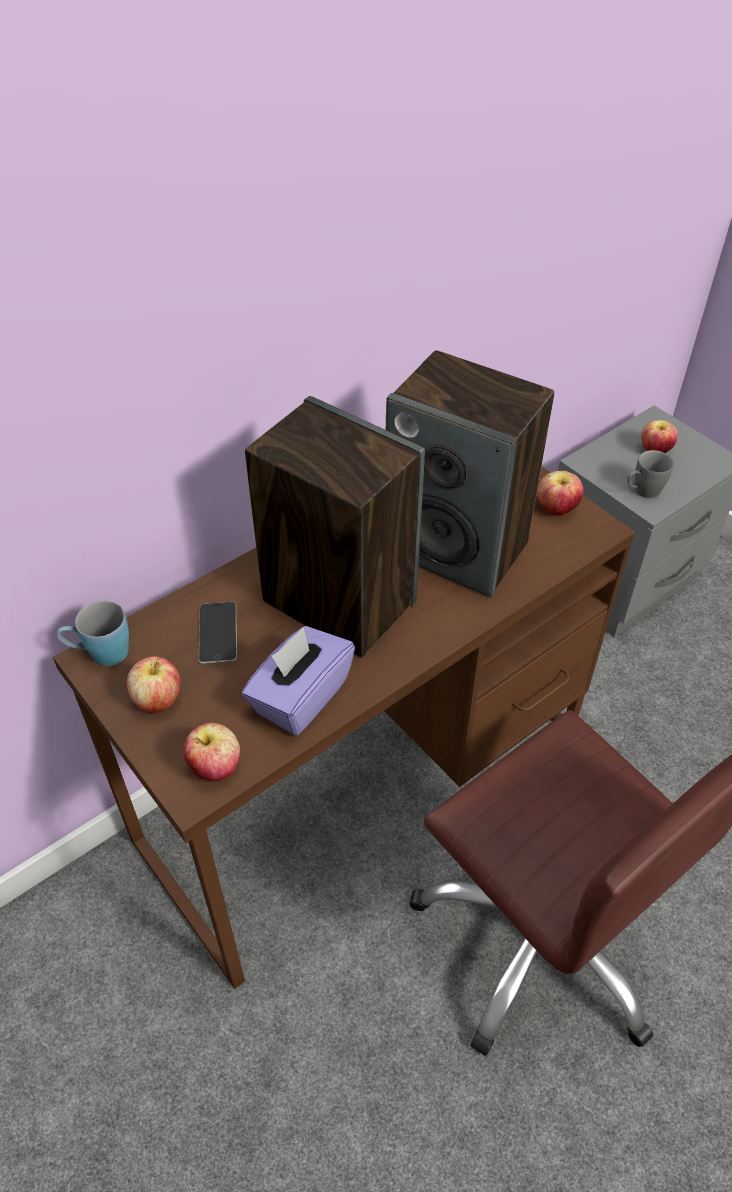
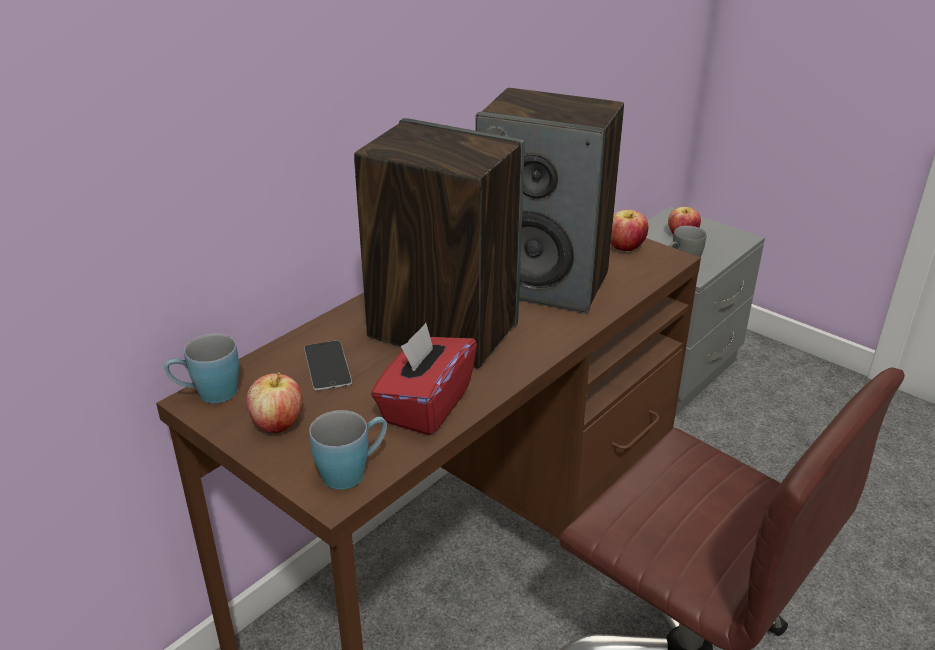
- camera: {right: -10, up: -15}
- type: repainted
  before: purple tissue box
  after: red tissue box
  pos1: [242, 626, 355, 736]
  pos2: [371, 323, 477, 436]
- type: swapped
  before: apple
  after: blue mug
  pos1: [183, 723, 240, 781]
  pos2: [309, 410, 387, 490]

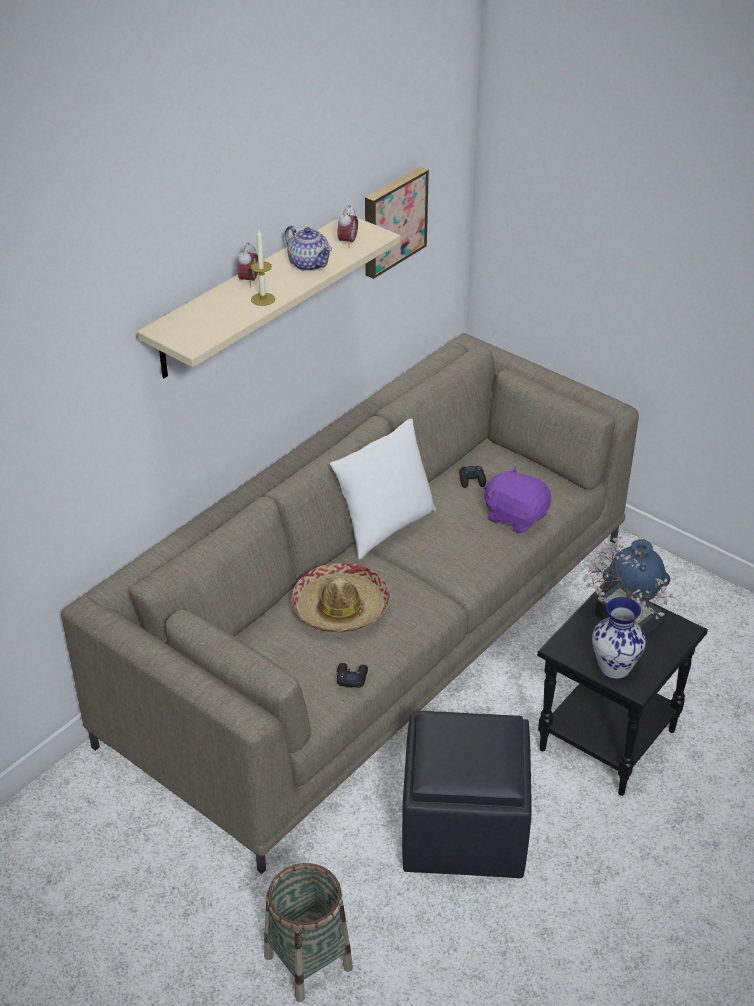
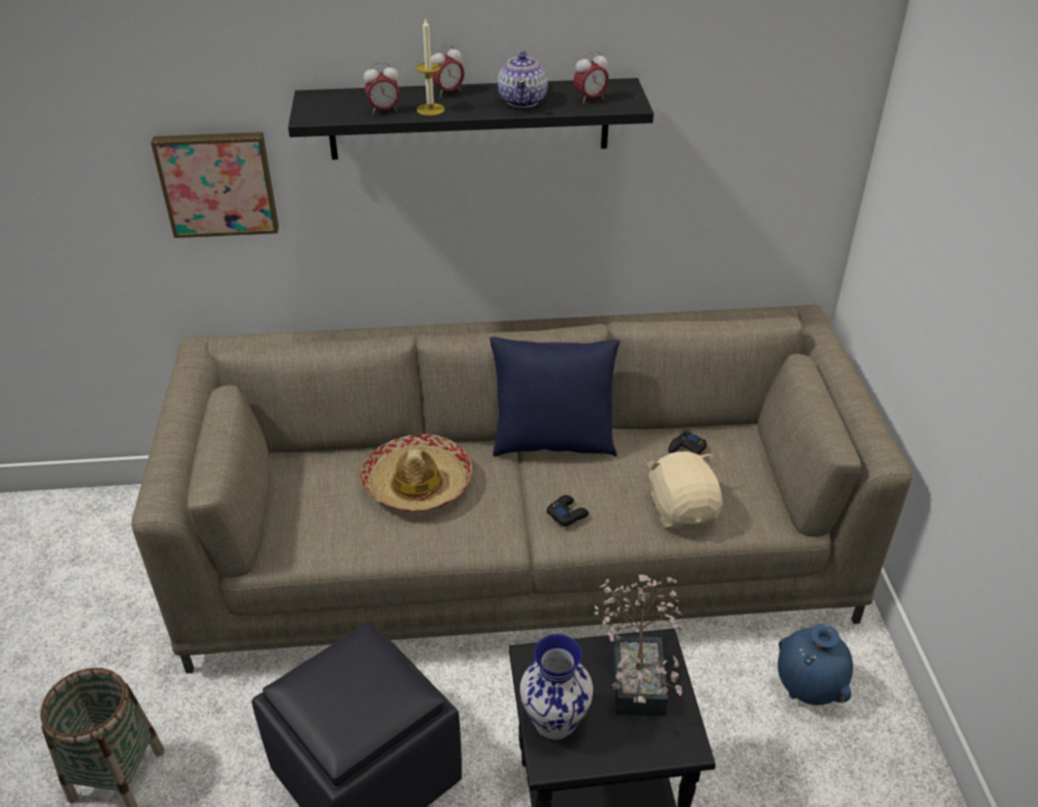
- camera: {right: 45, up: 0}
- type: shifted
  before: picture
  pos1: [365, 167, 429, 279]
  pos2: [151, 132, 279, 238]
- type: repainted
  before: beige shelf
  after: black shelf
  pos1: [137, 214, 400, 378]
  pos2: [288, 78, 654, 160]
- type: repainted
  before: white pillow
  after: blue pillow
  pos1: [330, 419, 436, 560]
  pos2: [489, 337, 620, 456]
- type: repainted
  before: purple plush toy
  after: beige plush toy
  pos1: [484, 466, 551, 533]
  pos2: [647, 451, 722, 528]
- type: shifted
  before: black game controller
  pos1: [337, 663, 368, 688]
  pos2: [547, 495, 589, 526]
- type: new
  after: alarm clock
  pos2: [364, 62, 400, 114]

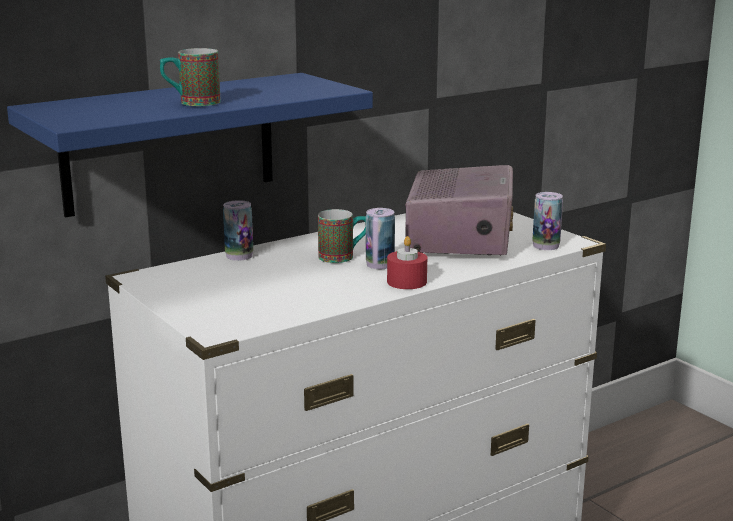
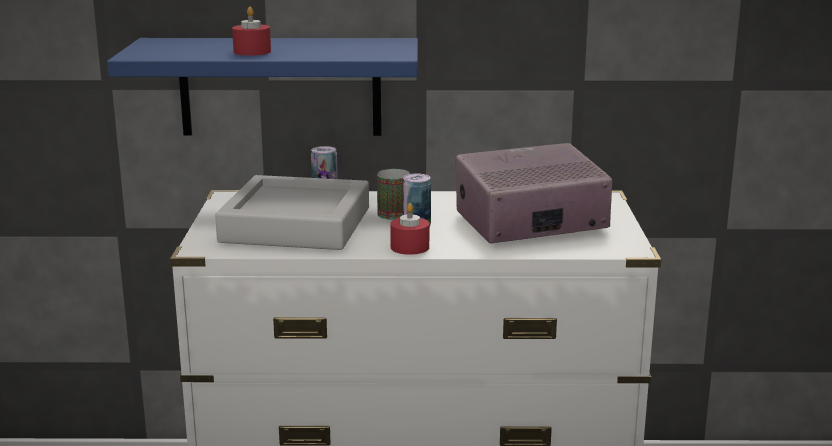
- camera: {right: 35, up: 0}
- type: swapped
  before: mug
  after: red candle
  pos1: [160, 48, 221, 106]
  pos2: [232, 7, 271, 56]
- type: rotated
  before: radio
  pos1: [405, 165, 513, 255]
  pos2: [456, 143, 612, 244]
  turn: -150
- type: gone
  before: can
  pos1: [533, 192, 563, 250]
- type: new
  after: grey tray
  pos2: [215, 175, 369, 250]

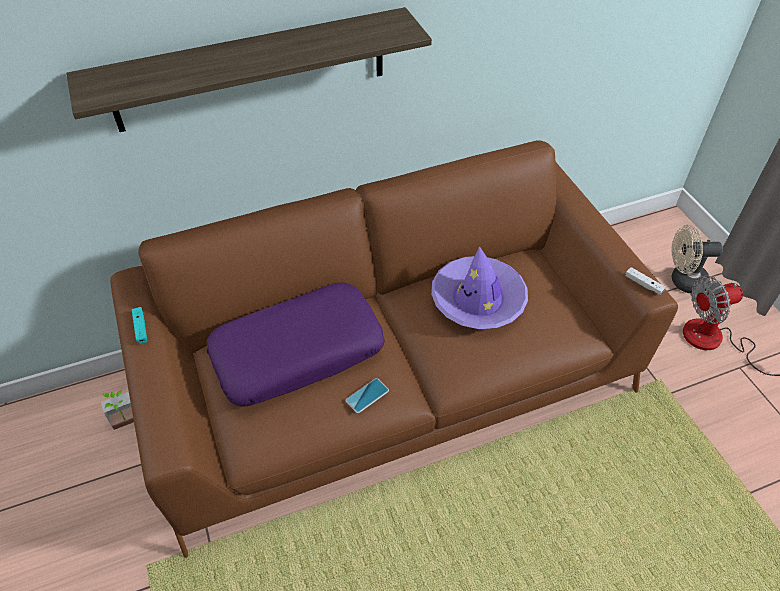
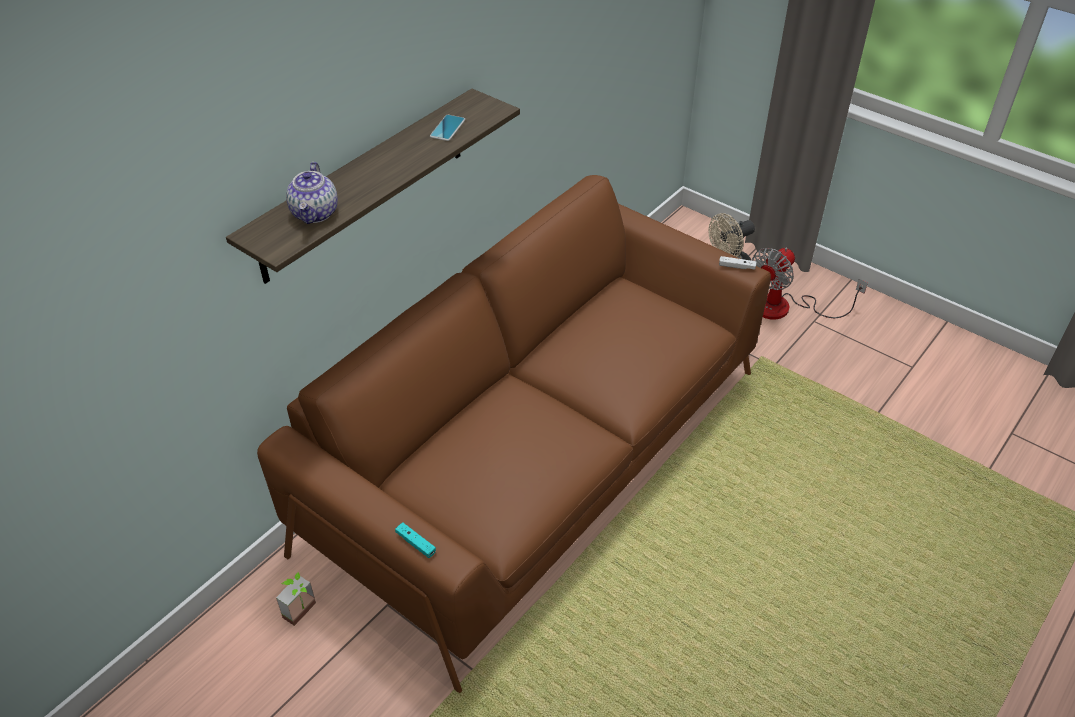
- camera: {right: -30, up: -5}
- type: gone
  before: purple hat
  pos1: [431, 246, 528, 329]
- type: gone
  before: purple pillow
  pos1: [207, 282, 385, 407]
- type: shifted
  before: turquoise game controller
  pos1: [132, 307, 147, 344]
  pos2: [395, 523, 436, 558]
- type: shifted
  before: phone
  pos1: [345, 378, 389, 413]
  pos2: [430, 115, 465, 141]
- type: new
  after: teapot
  pos2: [286, 162, 338, 224]

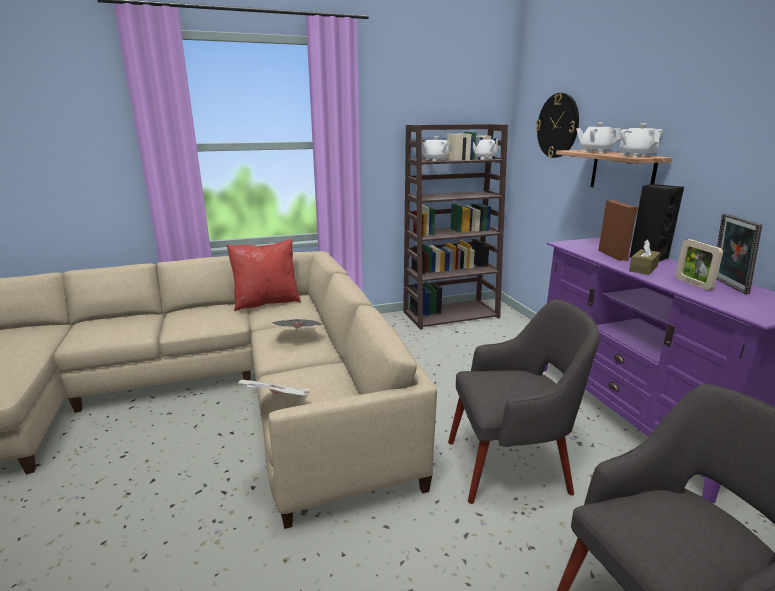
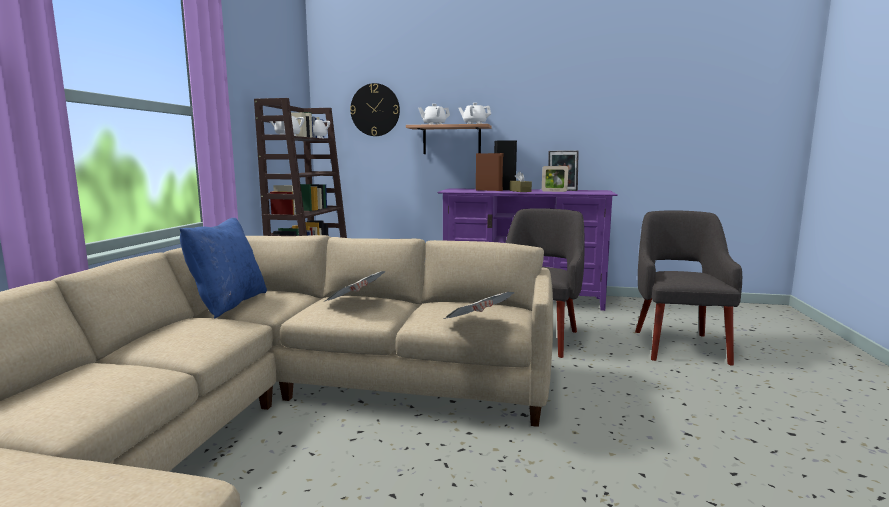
- camera: {right: -60, up: -10}
- type: repainted
  before: red pillow
  after: blue pillow
  pos1: [227, 239, 301, 311]
  pos2: [180, 218, 267, 319]

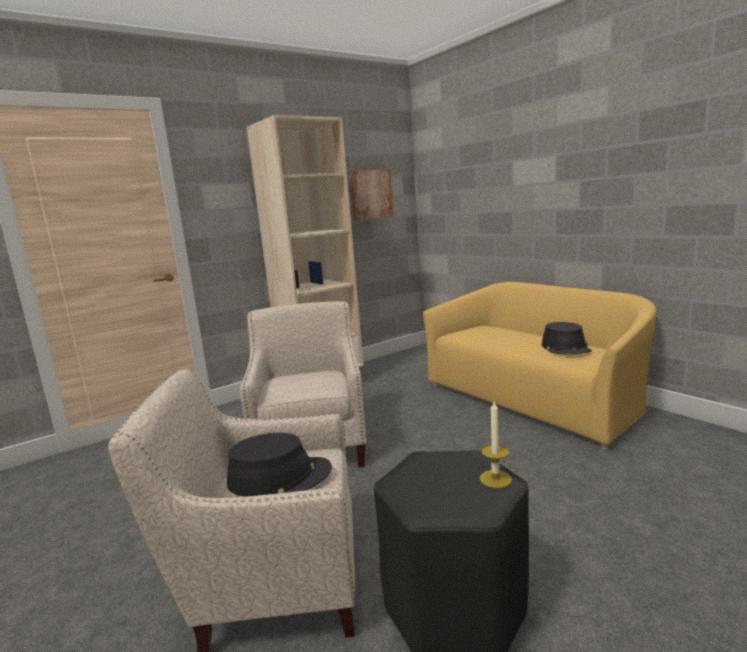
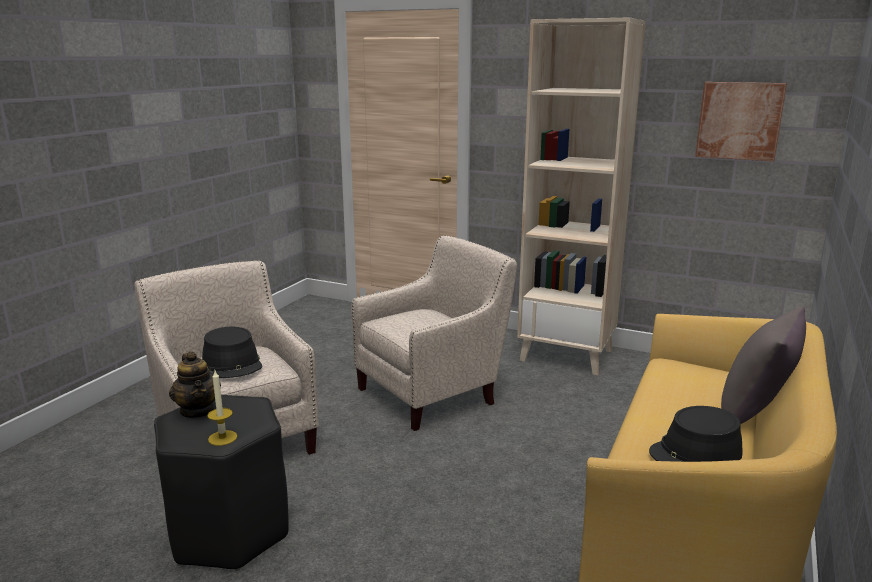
- camera: {right: 60, up: 5}
- type: new
  after: grey pillow
  pos2: [721, 306, 806, 424]
- type: new
  after: teapot
  pos2: [169, 351, 221, 418]

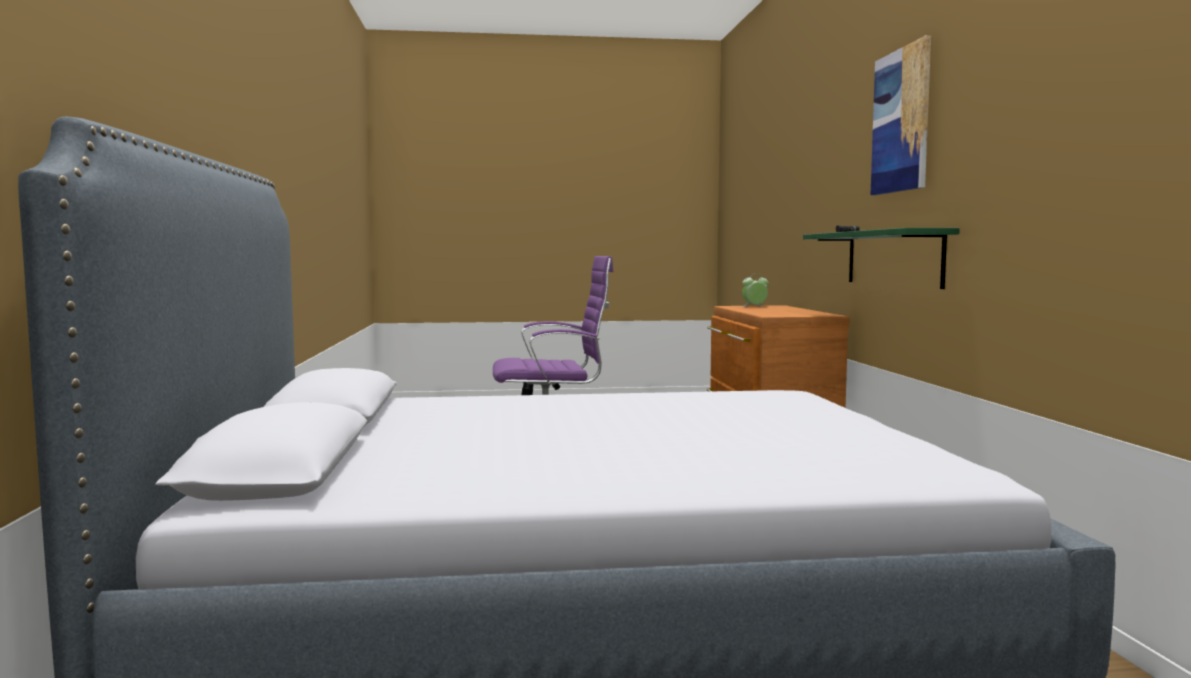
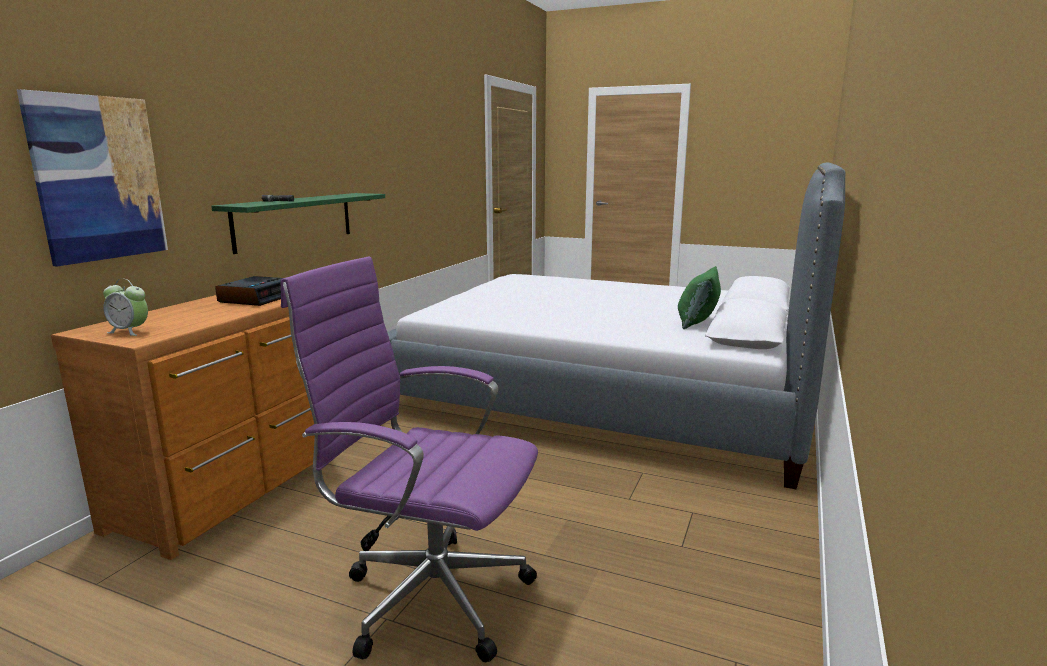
- camera: {right: -150, up: 10}
- type: shifted
  before: picture
  pos1: [871, 35, 931, 195]
  pos2: [17, 89, 168, 266]
- type: new
  after: green pillow
  pos2: [678, 266, 721, 329]
- type: new
  after: alarm clock
  pos2: [215, 276, 283, 306]

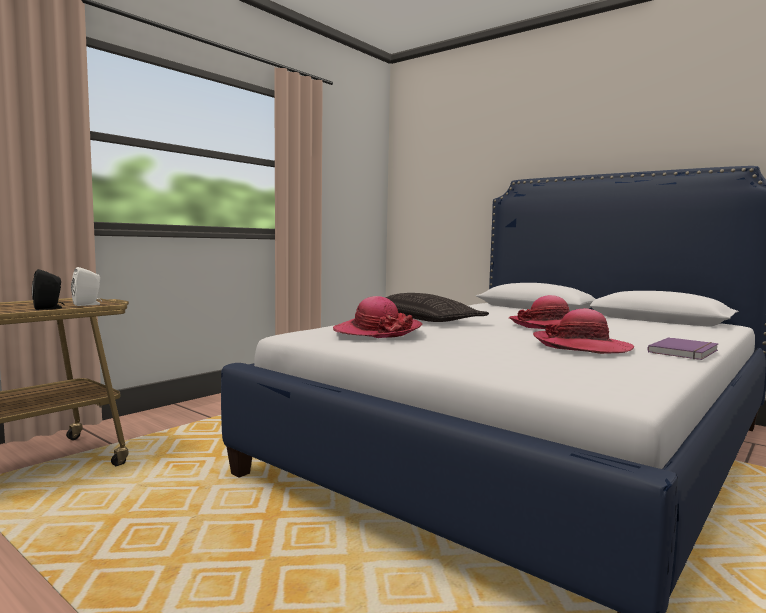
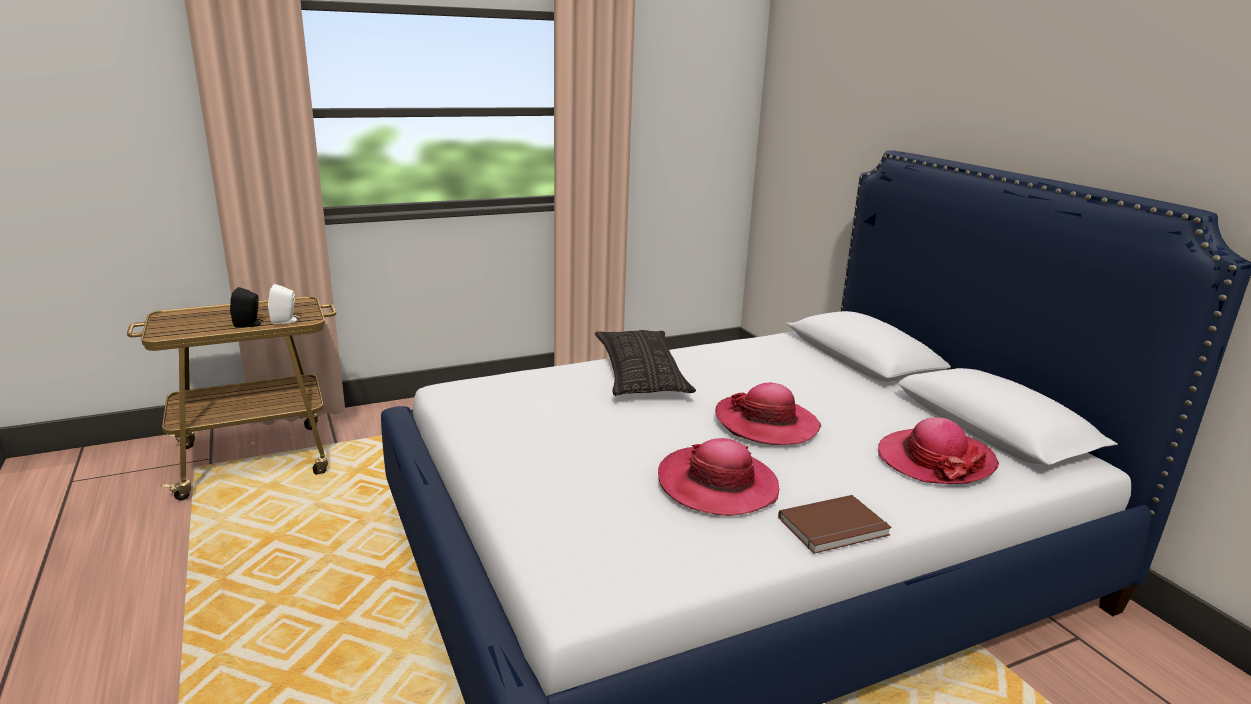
- camera: {right: 25, up: 15}
- type: shifted
  before: hat
  pos1: [333, 296, 423, 338]
  pos2: [878, 417, 999, 484]
- type: repainted
  before: purple book
  after: brown book
  pos1: [647, 337, 719, 360]
  pos2: [778, 495, 892, 554]

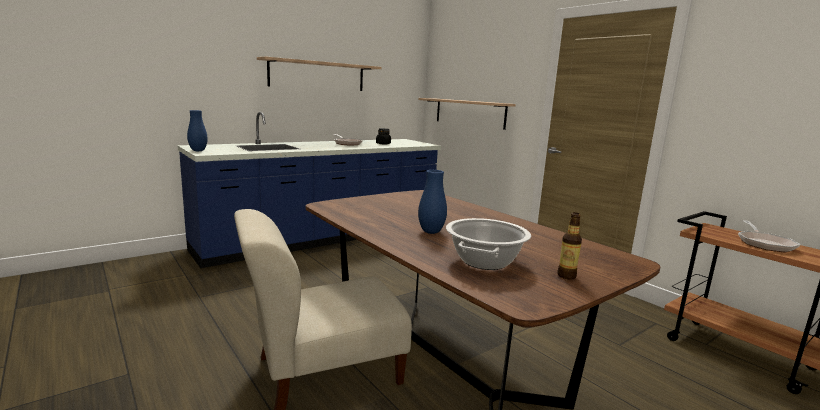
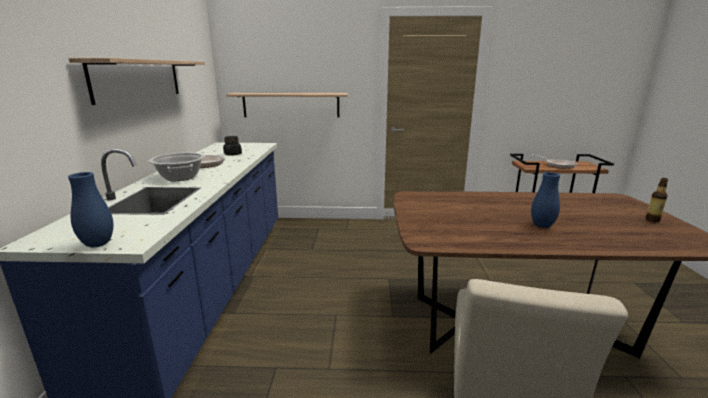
- camera: {right: -50, up: 5}
- type: shifted
  before: cooking pot
  pos1: [446, 218, 531, 270]
  pos2: [149, 152, 205, 181]

